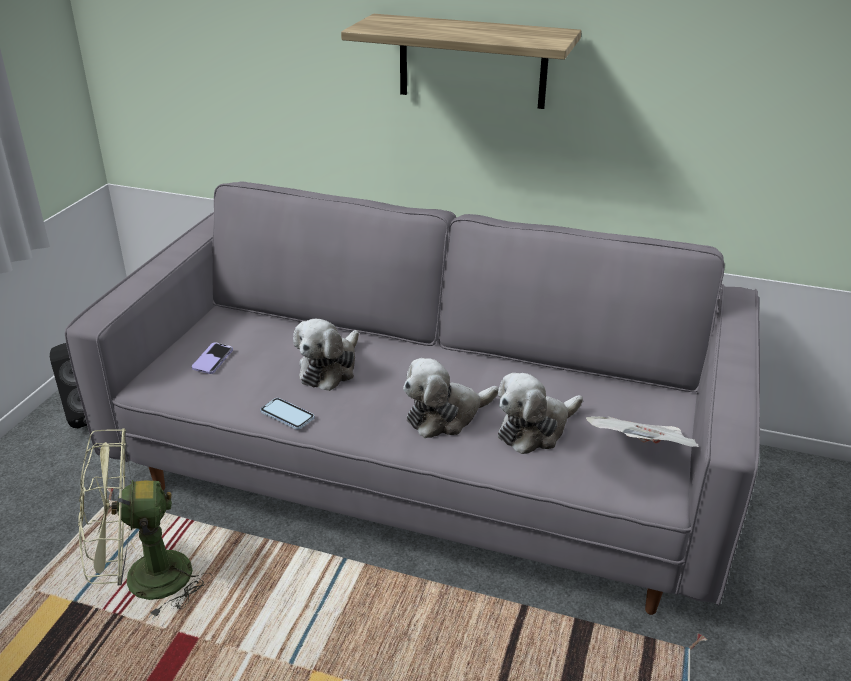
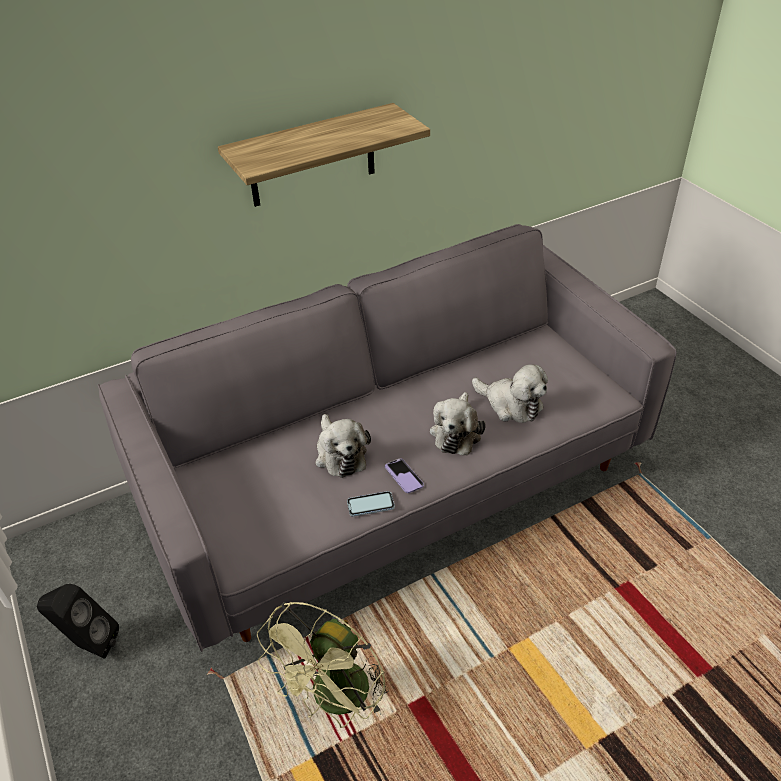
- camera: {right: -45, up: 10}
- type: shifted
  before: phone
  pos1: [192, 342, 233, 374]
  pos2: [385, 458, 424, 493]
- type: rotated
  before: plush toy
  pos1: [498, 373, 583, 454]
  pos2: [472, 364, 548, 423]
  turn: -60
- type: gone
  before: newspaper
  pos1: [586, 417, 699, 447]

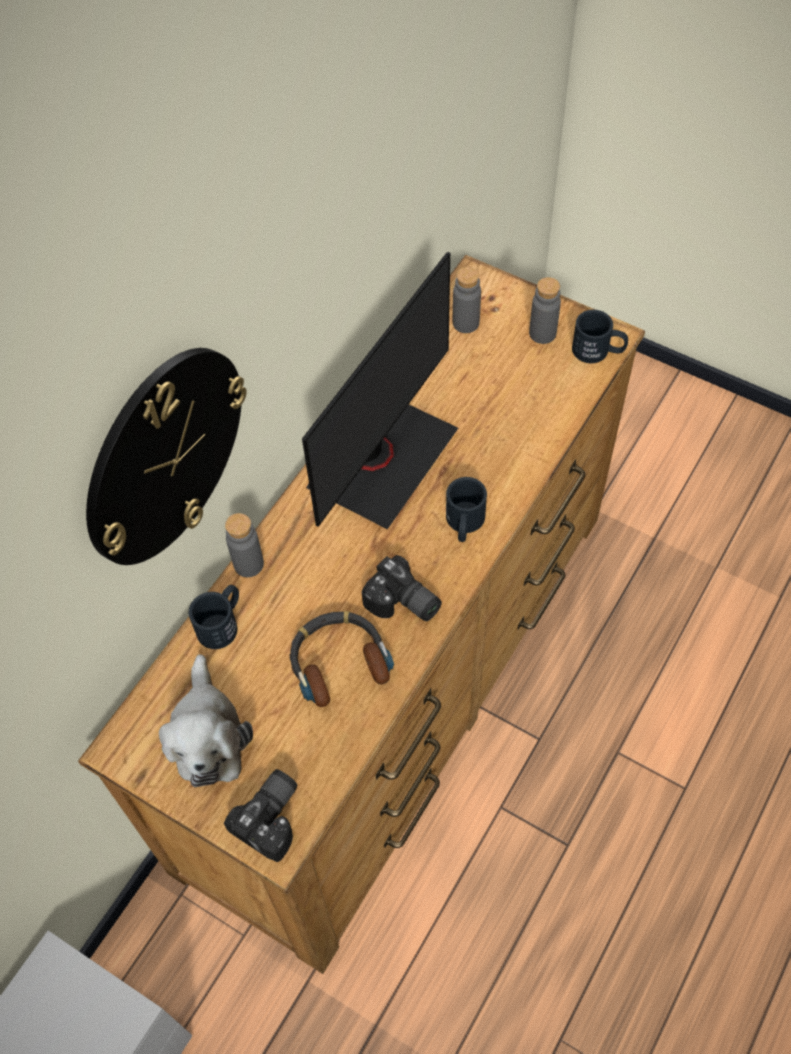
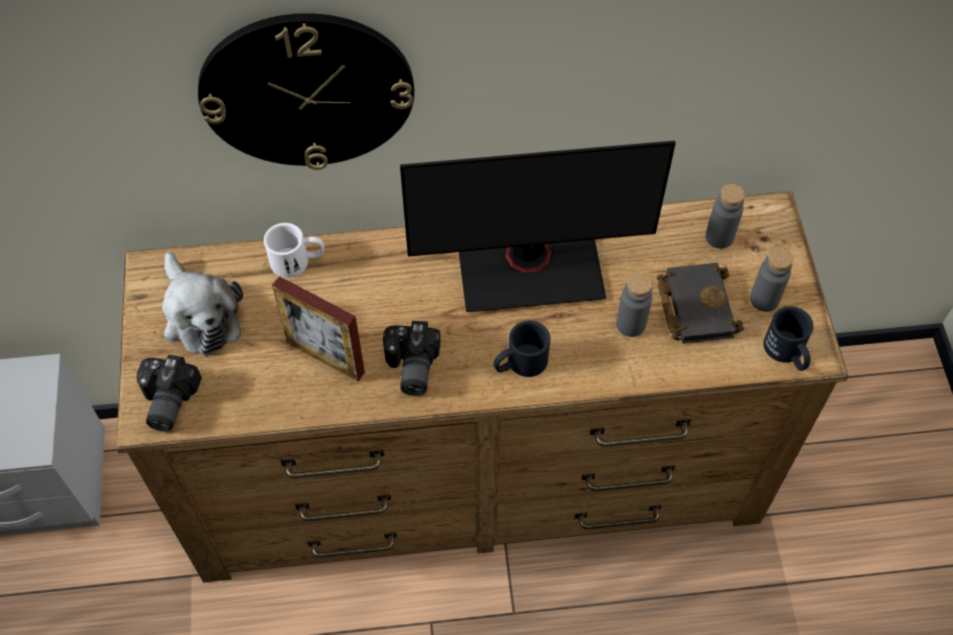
- camera: {right: 50, up: 0}
- type: shifted
  before: grey bottle
  pos1: [225, 513, 264, 577]
  pos2: [616, 273, 653, 337]
- type: repainted
  before: black mug
  after: white mug
  pos1: [189, 585, 239, 649]
  pos2: [264, 223, 324, 278]
- type: swapped
  before: headphones
  after: picture frame
  pos1: [290, 611, 394, 707]
  pos2: [272, 276, 365, 381]
- type: rotated
  before: plush toy
  pos1: [159, 655, 253, 787]
  pos2: [162, 252, 243, 356]
  turn: -75
- type: rotated
  before: photo camera
  pos1: [224, 769, 298, 862]
  pos2: [136, 355, 202, 432]
  turn: 105
- type: new
  after: black book
  pos2: [657, 263, 744, 344]

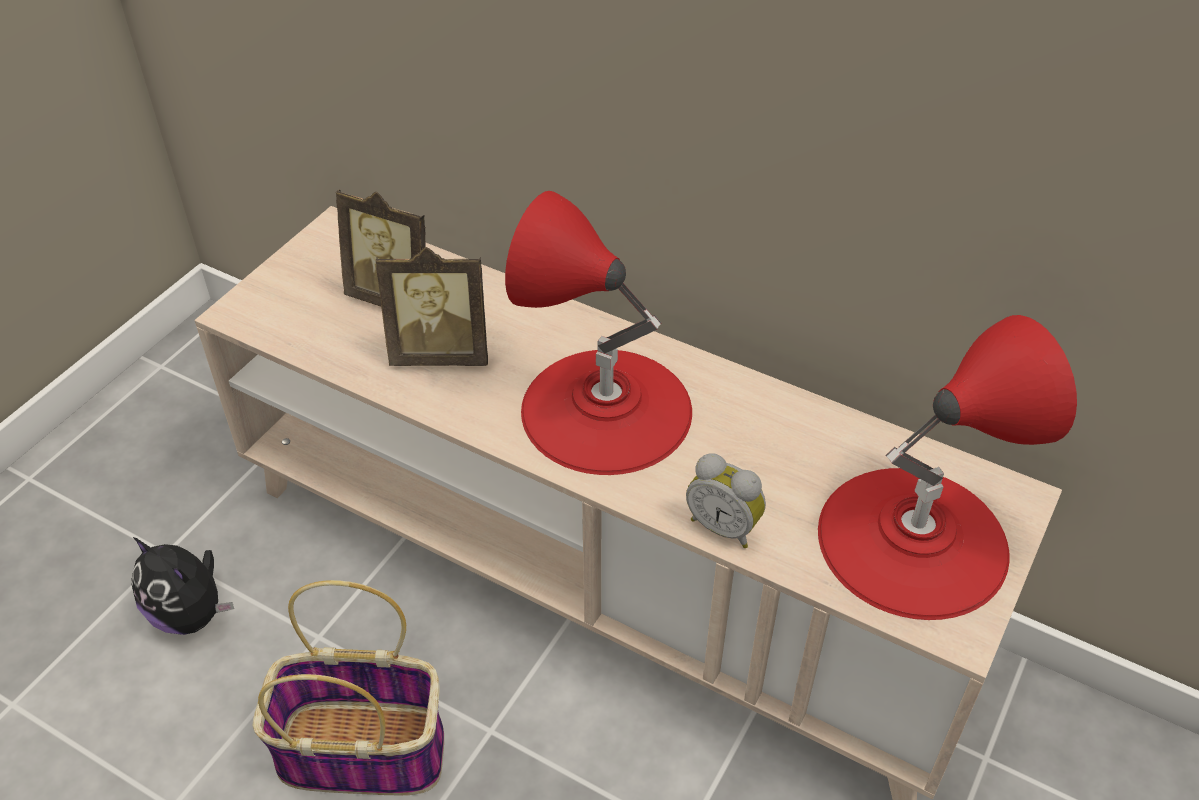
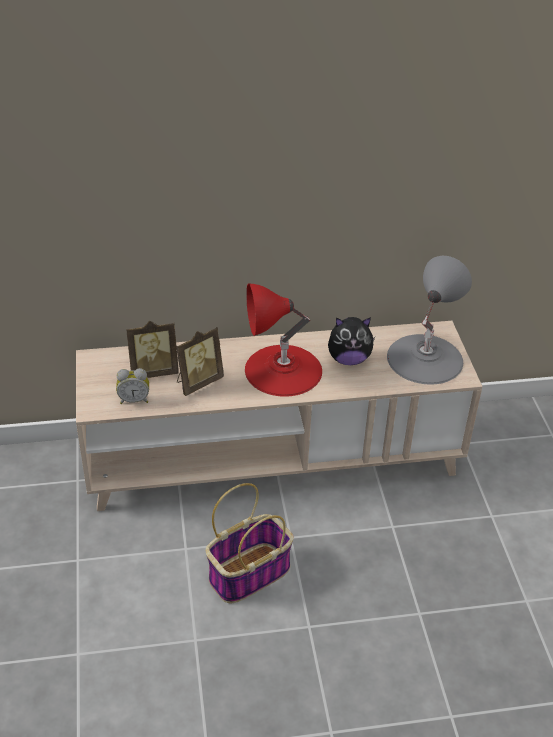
- camera: {right: -40, up: -5}
- type: repainted
  before: red table lamp
  after: grey table lamp
  pos1: [818, 315, 1077, 620]
  pos2: [387, 256, 472, 385]
- type: shifted
  before: alarm clock
  pos1: [686, 453, 766, 548]
  pos2: [116, 368, 149, 404]
- type: shifted
  before: plush toy
  pos1: [131, 537, 234, 635]
  pos2: [328, 317, 375, 365]

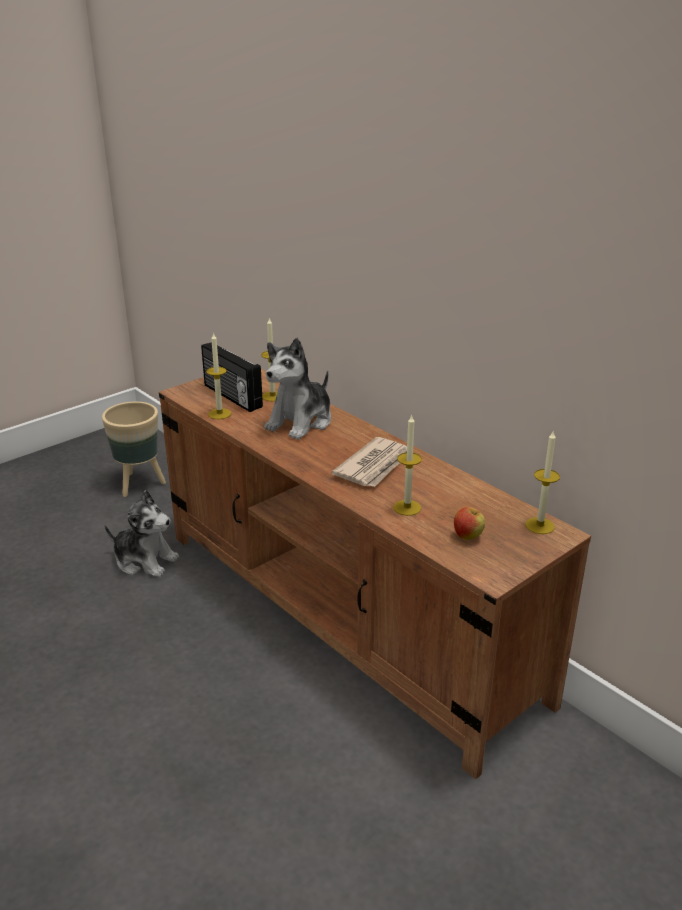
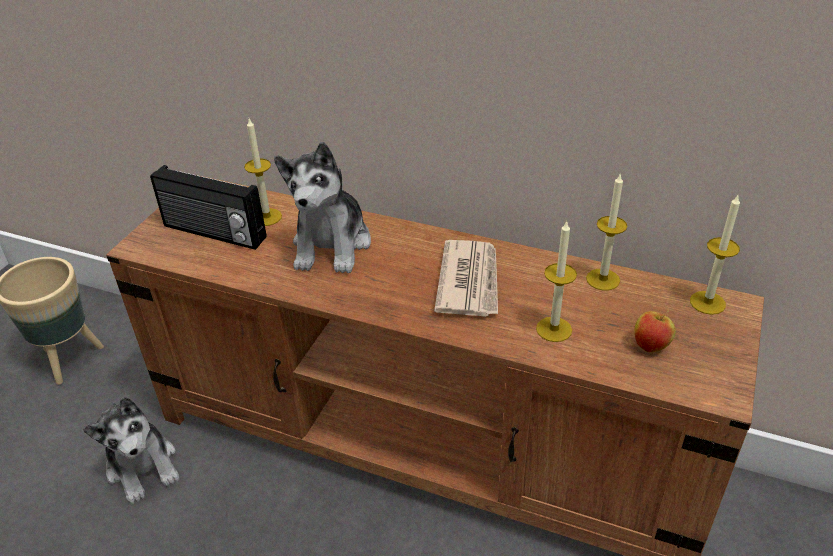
- camera: {right: -25, up: 10}
- type: shifted
  before: candle
  pos1: [206, 332, 232, 419]
  pos2: [586, 174, 627, 290]
- type: rotated
  before: plush toy
  pos1: [105, 490, 179, 578]
  pos2: [83, 397, 180, 504]
  turn: 60

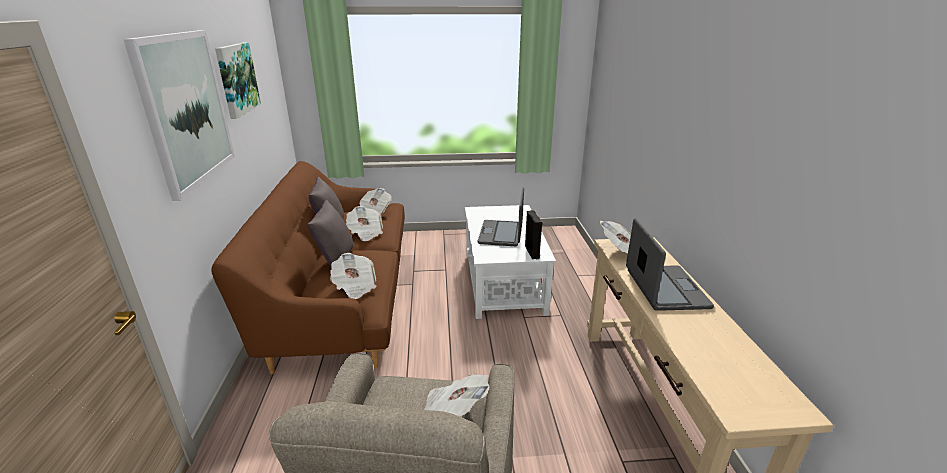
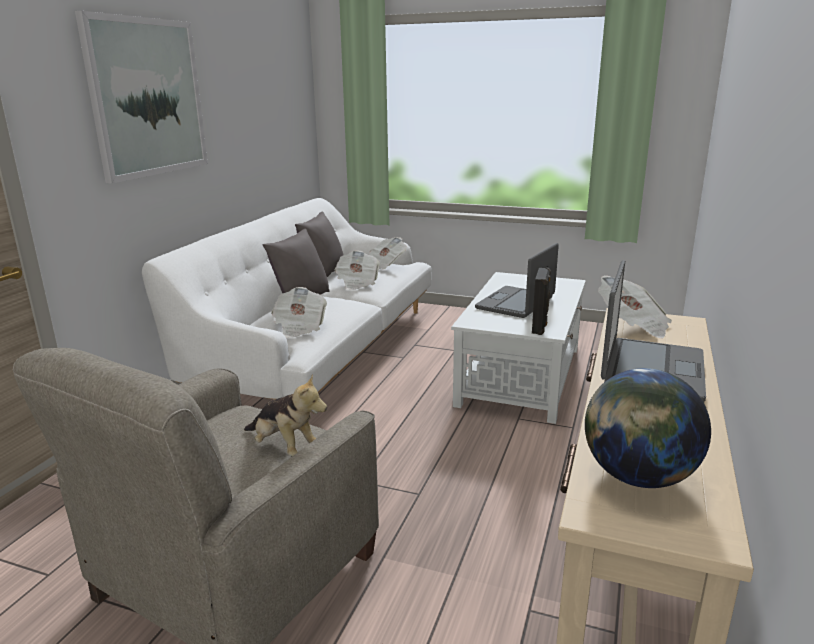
- camera: {right: 25, up: -5}
- type: gone
  before: picture
  pos1: [215, 42, 261, 119]
- type: repainted
  before: brown sofa
  after: white sofa
  pos1: [211, 161, 405, 374]
  pos2: [142, 198, 432, 399]
- type: swapped
  before: newspaper
  after: plush toy
  pos1: [424, 375, 489, 416]
  pos2: [244, 374, 327, 457]
- type: new
  after: globe
  pos2: [585, 368, 711, 488]

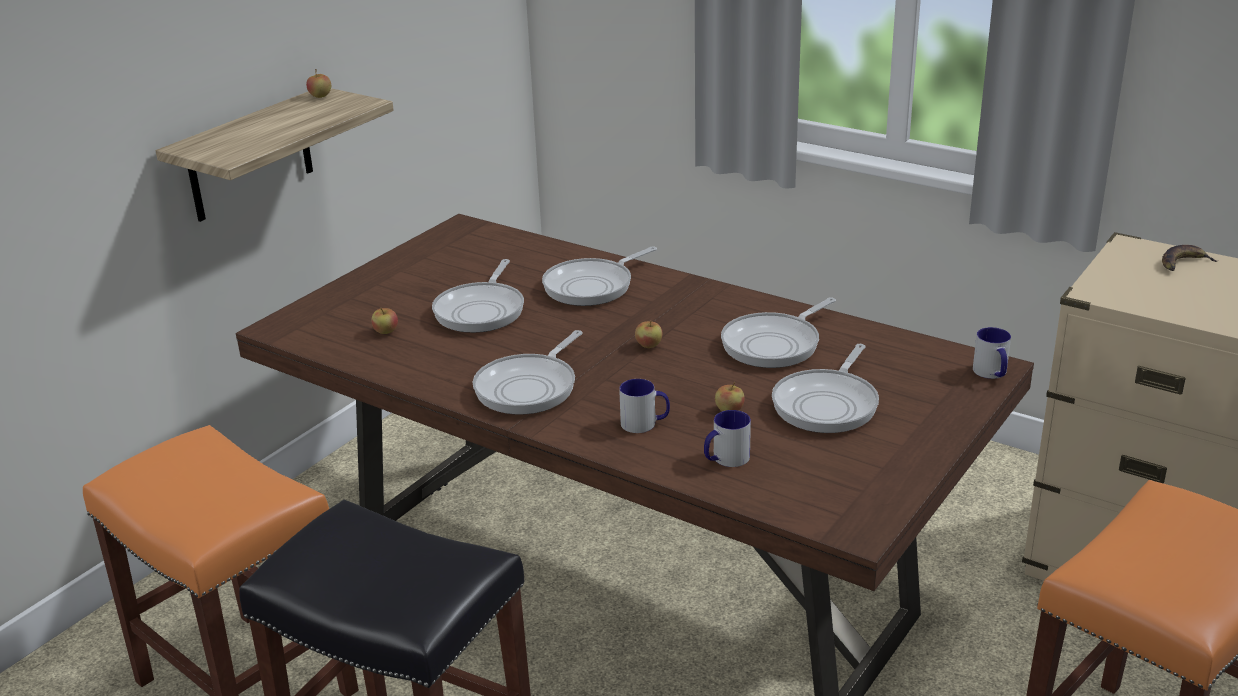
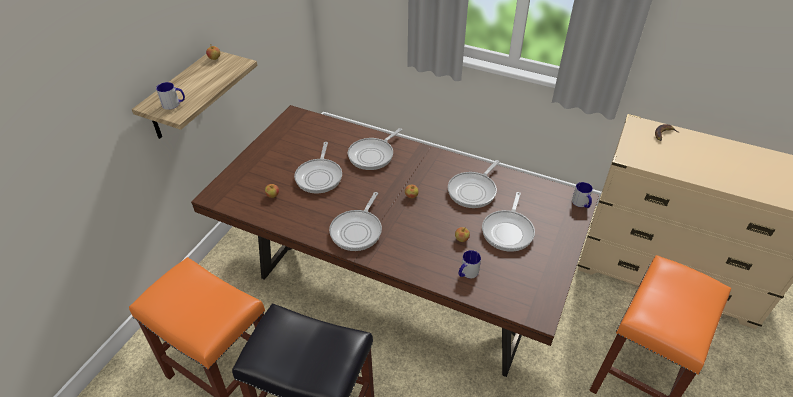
- camera: {right: -10, up: 15}
- type: shifted
  before: mug
  pos1: [619, 379, 670, 433]
  pos2: [156, 82, 185, 110]

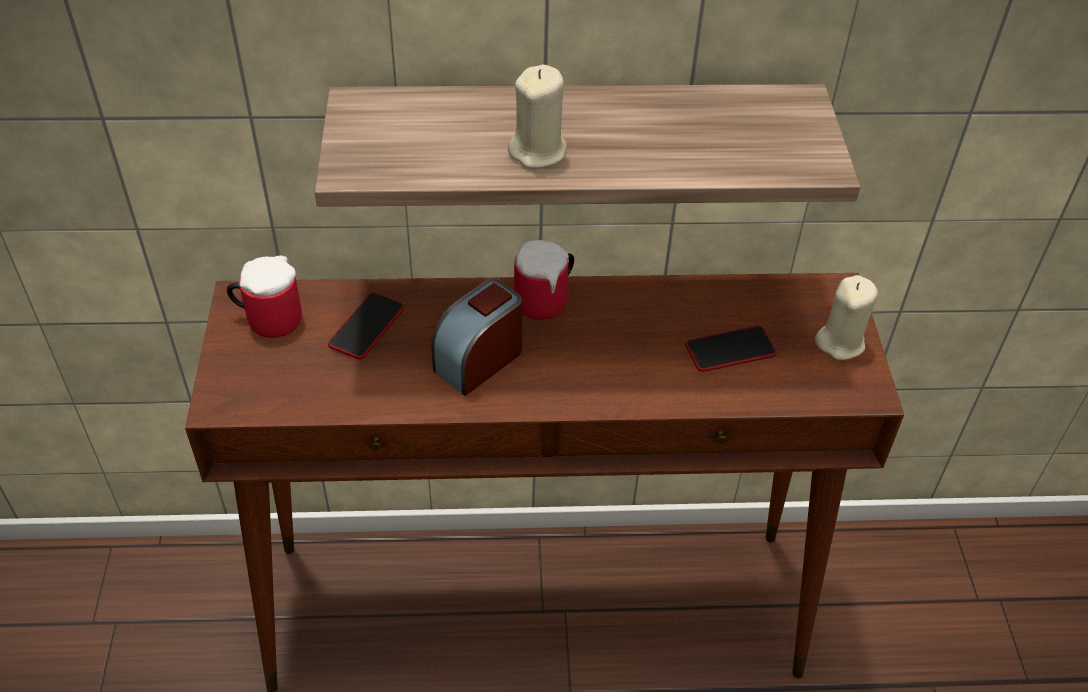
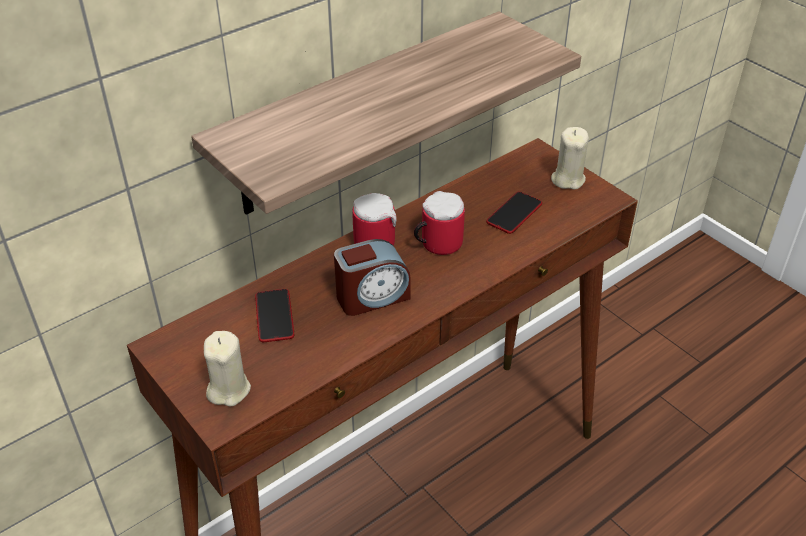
- camera: {right: -35, up: -5}
- type: shifted
  before: beige candle
  pos1: [508, 65, 567, 168]
  pos2: [204, 331, 251, 407]
- type: shifted
  before: mug
  pos1: [227, 256, 302, 338]
  pos2: [414, 191, 465, 255]
- type: rotated
  before: alarm clock
  pos1: [431, 279, 523, 396]
  pos2: [334, 239, 411, 316]
  turn: -120

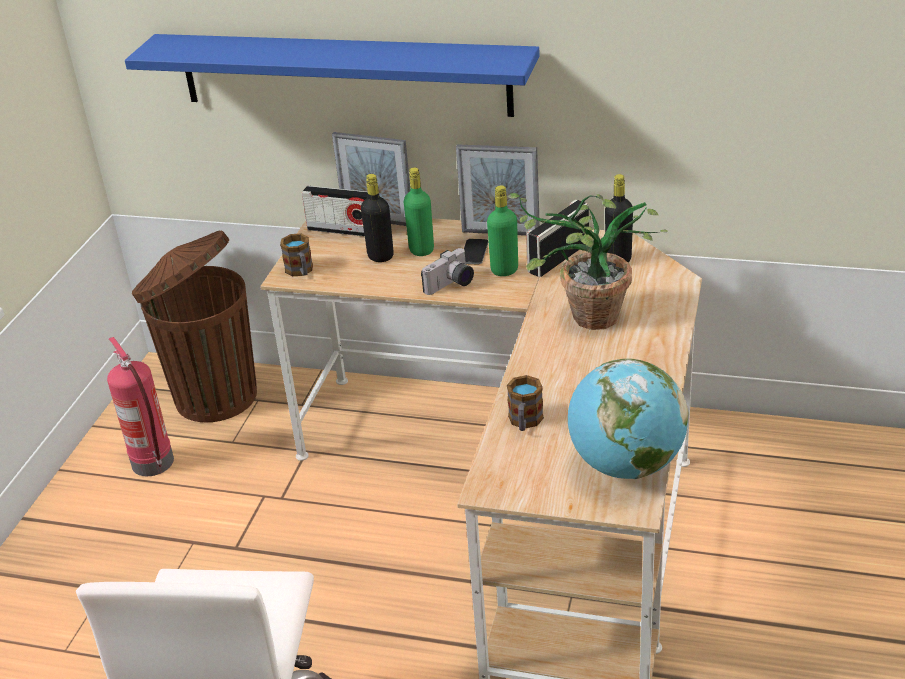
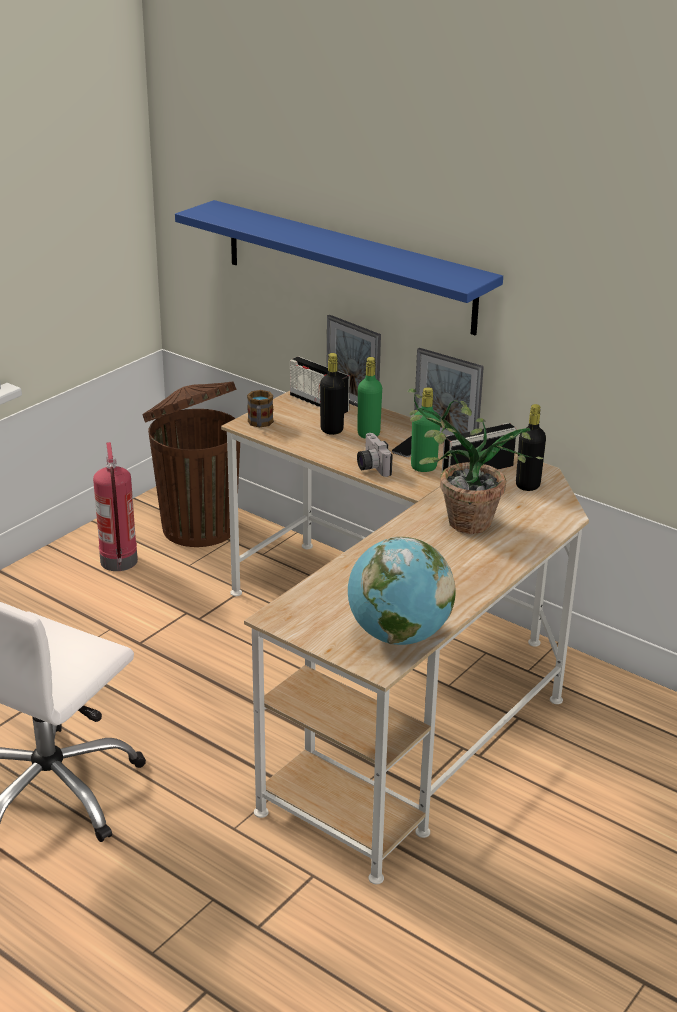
- camera: {right: 20, up: -5}
- type: rotated
  before: photo camera
  pos1: [421, 248, 474, 295]
  pos2: [357, 433, 393, 477]
  turn: 90
- type: gone
  before: mug
  pos1: [507, 375, 544, 431]

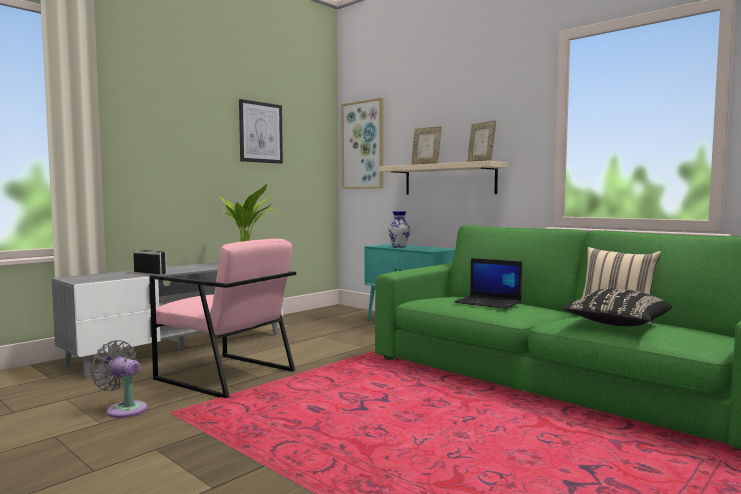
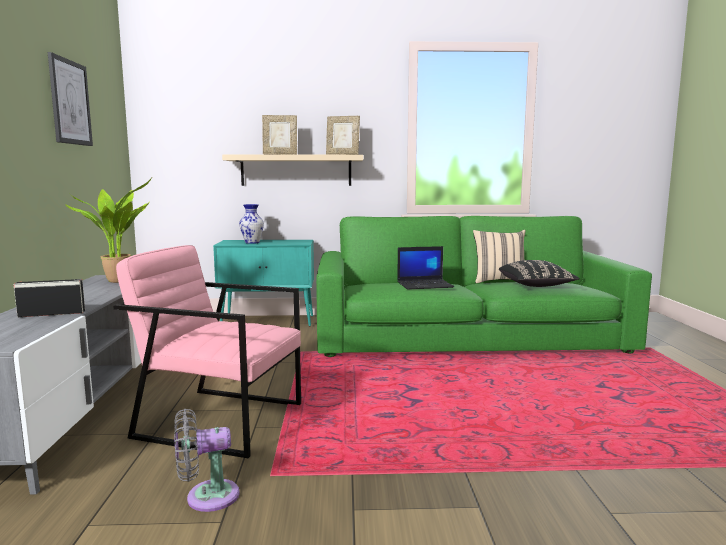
- camera: {right: -45, up: 5}
- type: gone
  before: picture
  pos1: [342, 98, 383, 189]
- type: rotated
  before: pink armchair
  pos1: [149, 239, 296, 398]
  pos2: [113, 245, 301, 458]
  turn: -150

